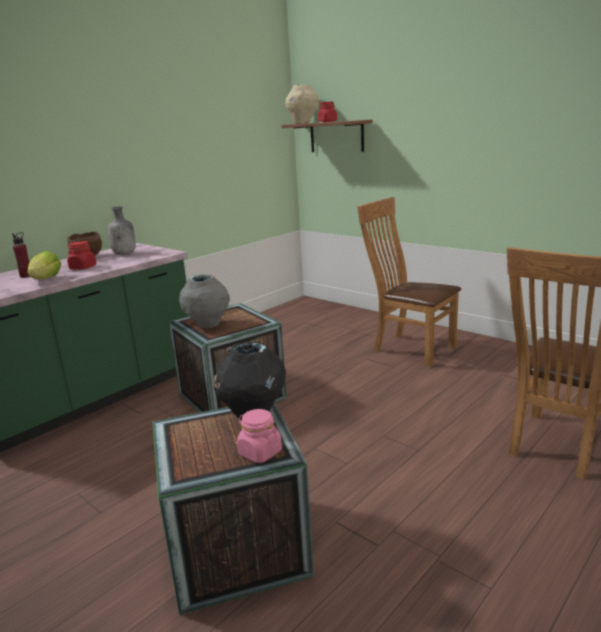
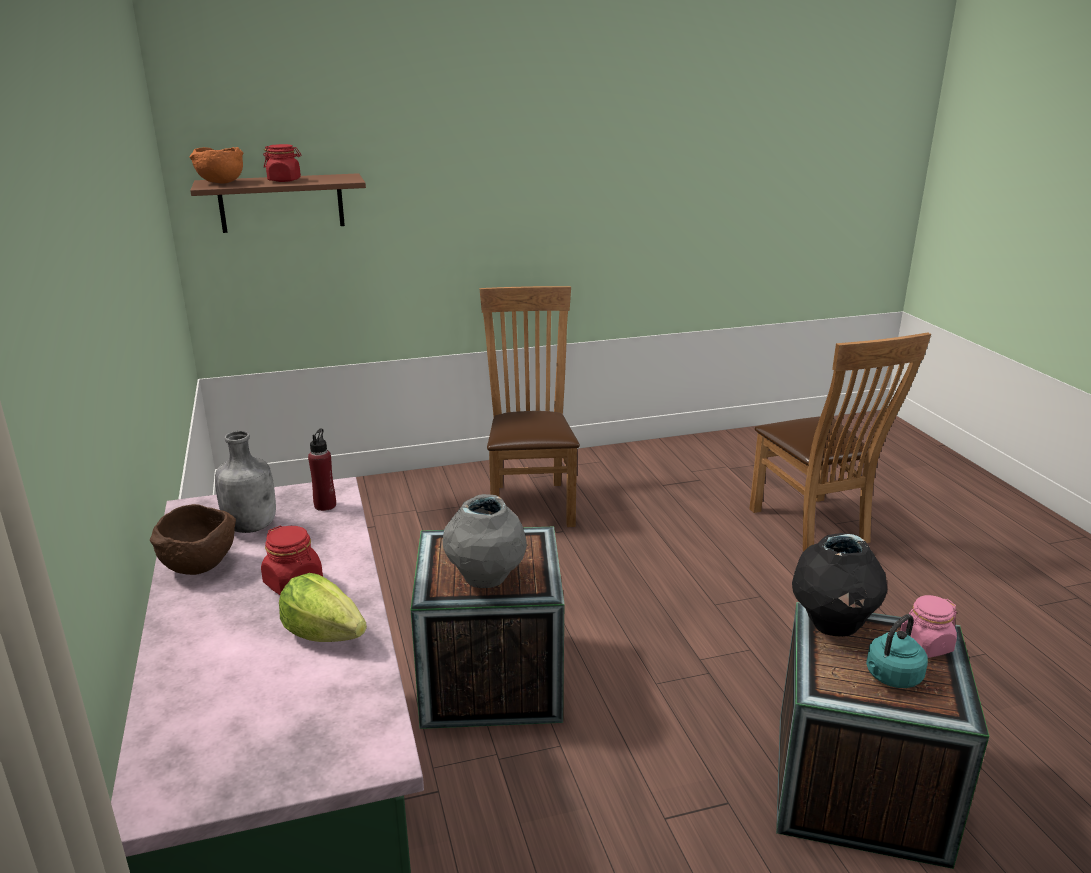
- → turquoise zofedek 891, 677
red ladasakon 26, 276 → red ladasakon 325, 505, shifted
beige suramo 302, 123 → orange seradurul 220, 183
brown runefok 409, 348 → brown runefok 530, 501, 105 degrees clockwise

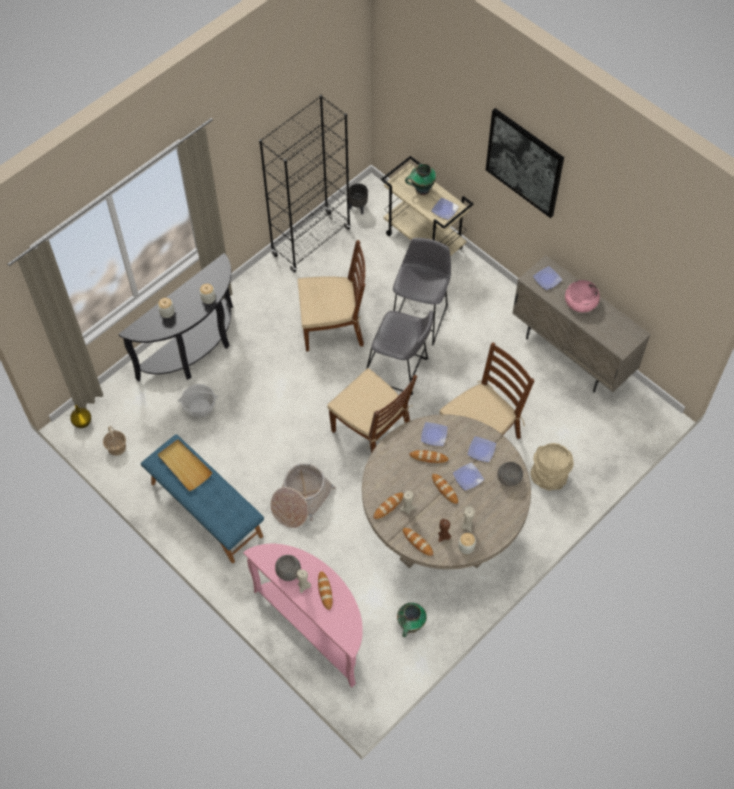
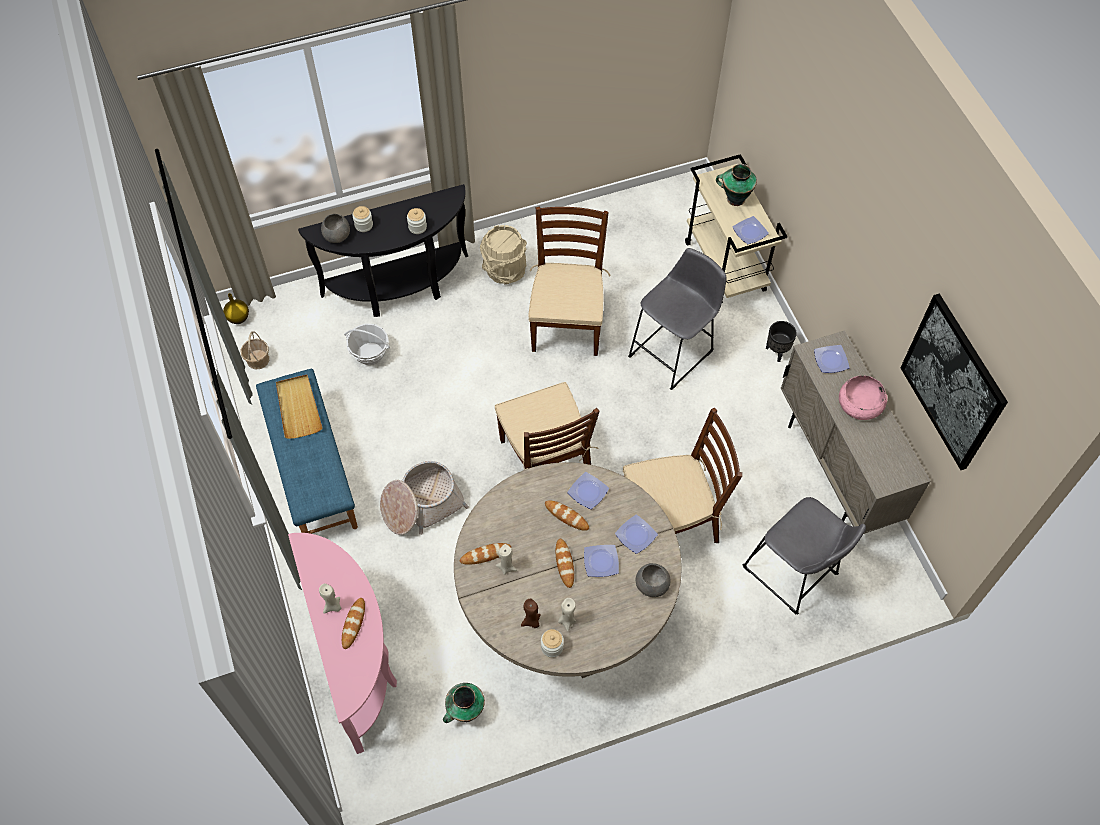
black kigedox 311, 242 → -
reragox 417, 542 → -
grey seradurul 288, 572 → grey seradurul 336, 236, shifted
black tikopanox 358, 208 → black tikopanox 777, 352, shifted
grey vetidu 399, 371 → grey vetidu 793, 574, shifted
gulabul 524, 162 → gulabul 953, 382, shifted
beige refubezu 549, 476 → beige refubezu 505, 270, shifted
brown runefok 333, 327 → brown runefok 567, 323, 105 degrees counterclockwise

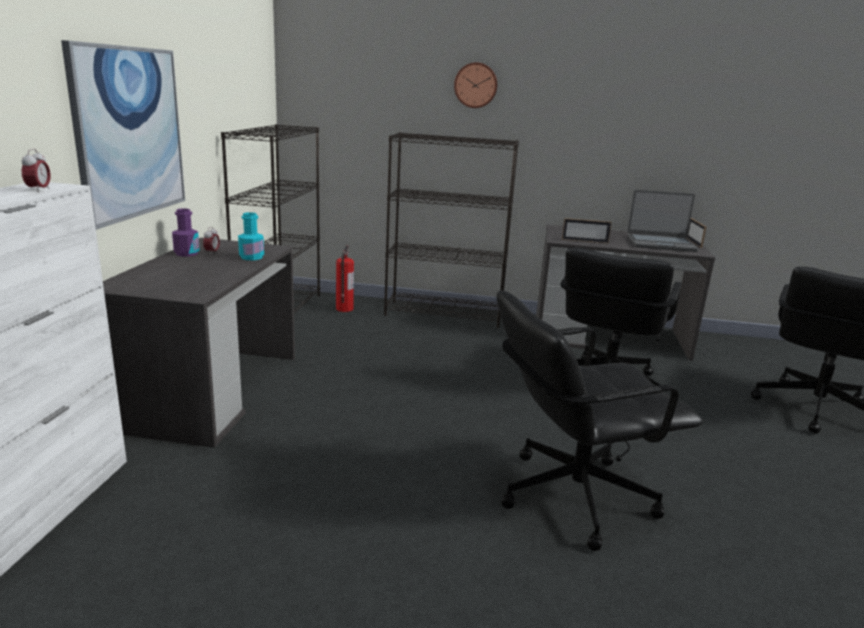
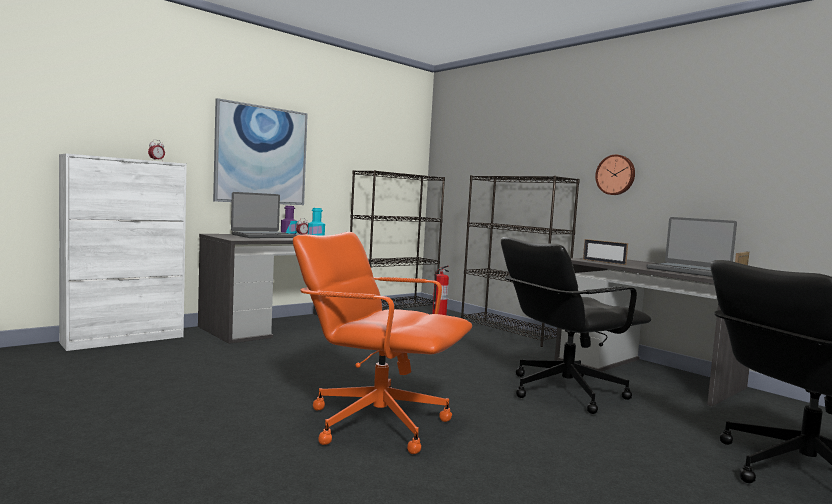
- → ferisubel 263, 236
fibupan 476, 85 → fibupan 616, 175, shifted
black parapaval 573, 495 → orange parapaval 377, 423

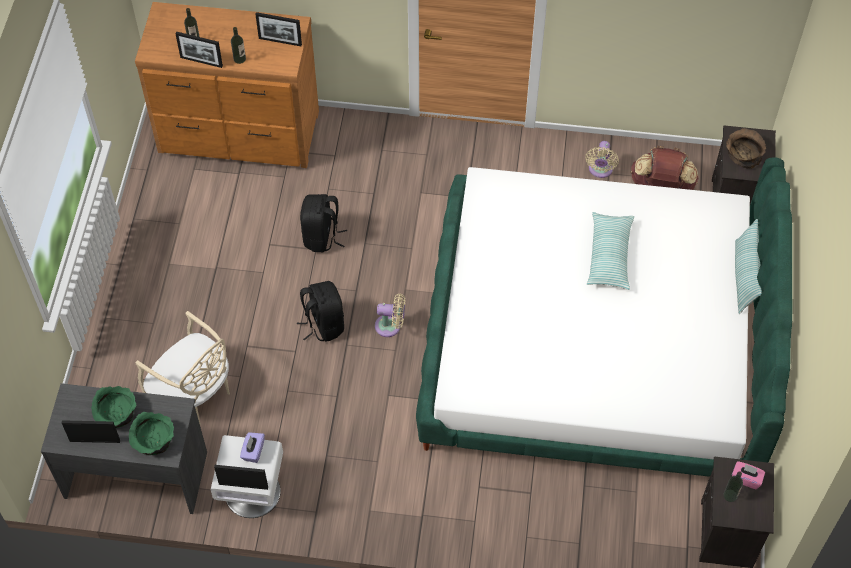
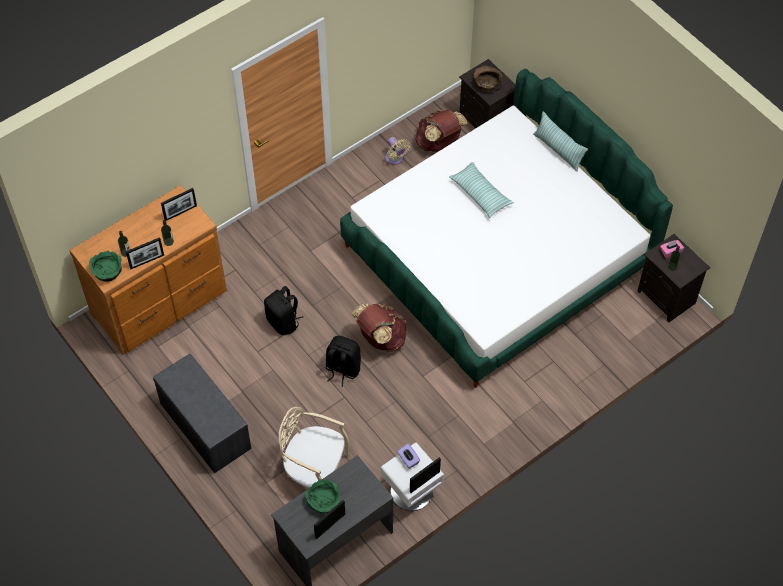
- → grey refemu 204, 426
green seradurul 153, 440 → green seradurul 107, 271, shifted
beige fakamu 390, 326 → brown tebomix 381, 338
beige runefok 193, 394 → beige runefok 315, 470, 150 degrees counterclockwise

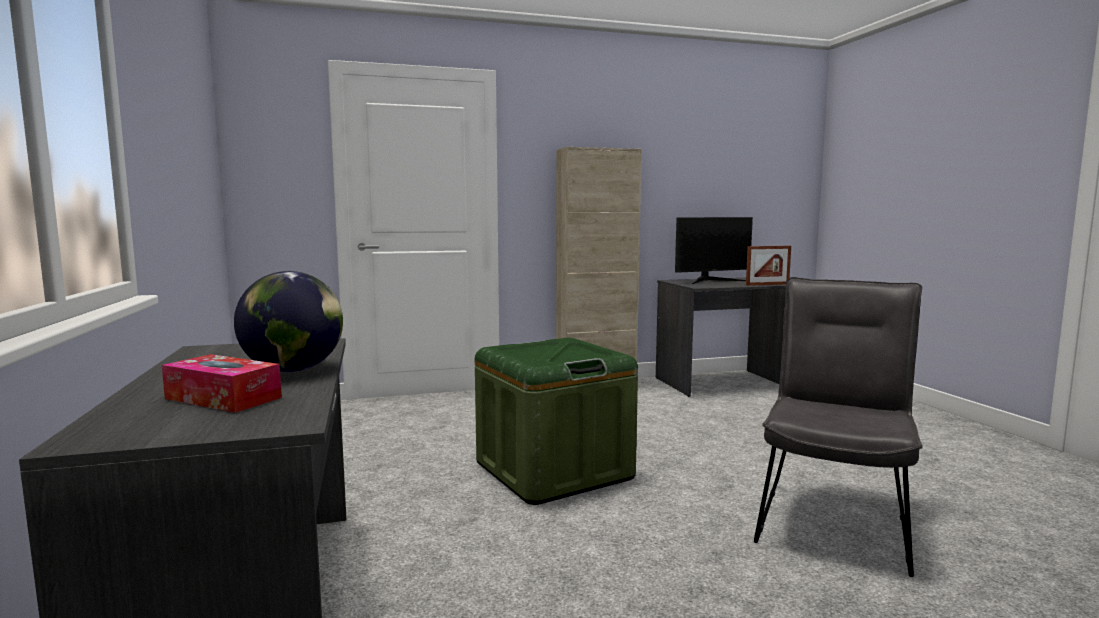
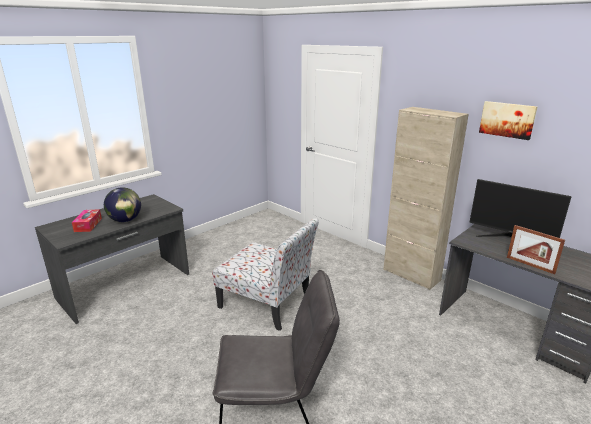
- → gulabul 507, 119
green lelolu 554, 470 → runefok 267, 303

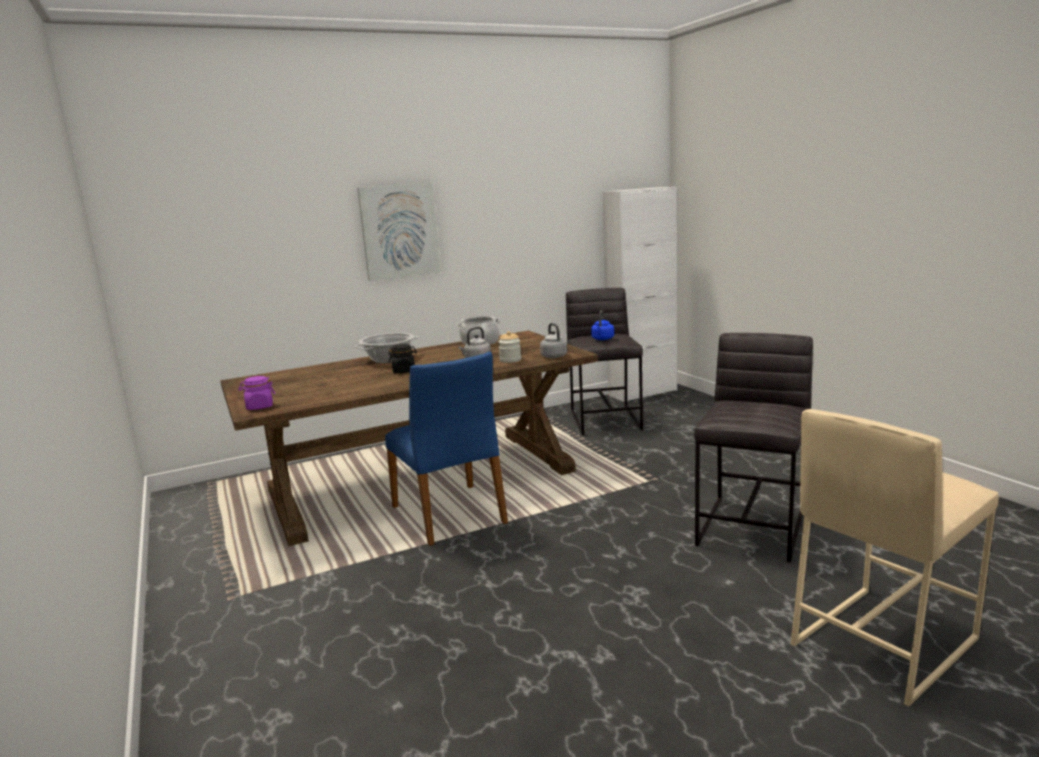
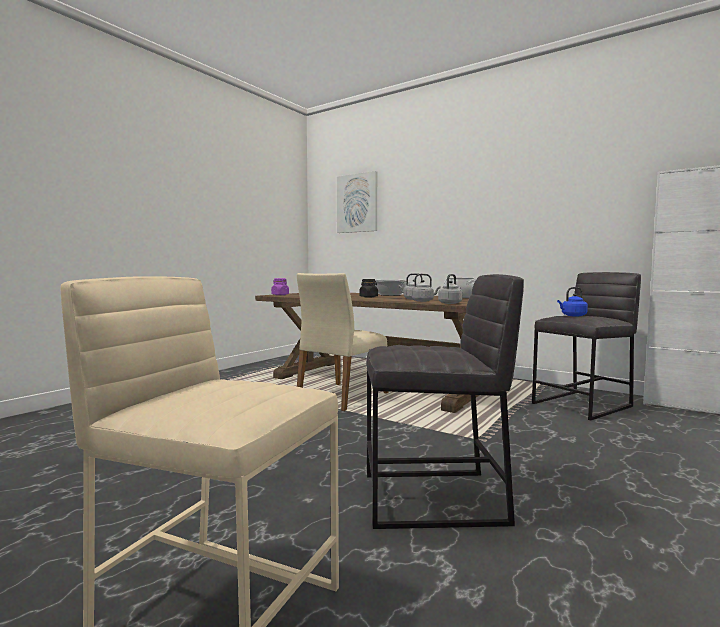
gulabul 399, 231 → gulabul 357, 203, shifted
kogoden 510, 360 → grey zofedek 423, 301
blue runefok 450, 514 → beige runefok 341, 396

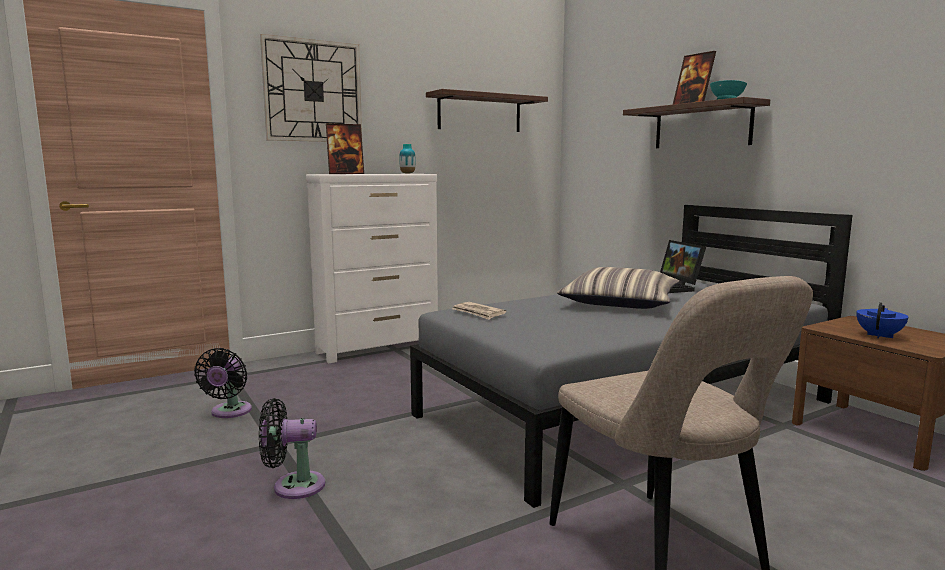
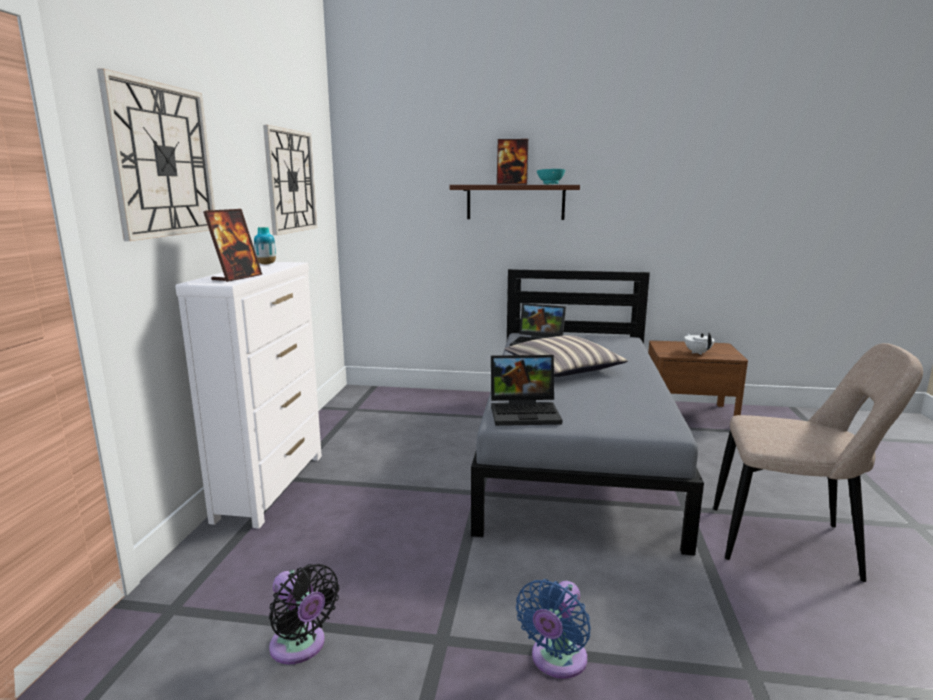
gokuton 479, 113 → fibupan 290, 181
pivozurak 478, 313 → ferisubel 526, 412
black fakamu 293, 486 → blue fakamu 556, 661
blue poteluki 879, 336 → white poteluki 697, 352

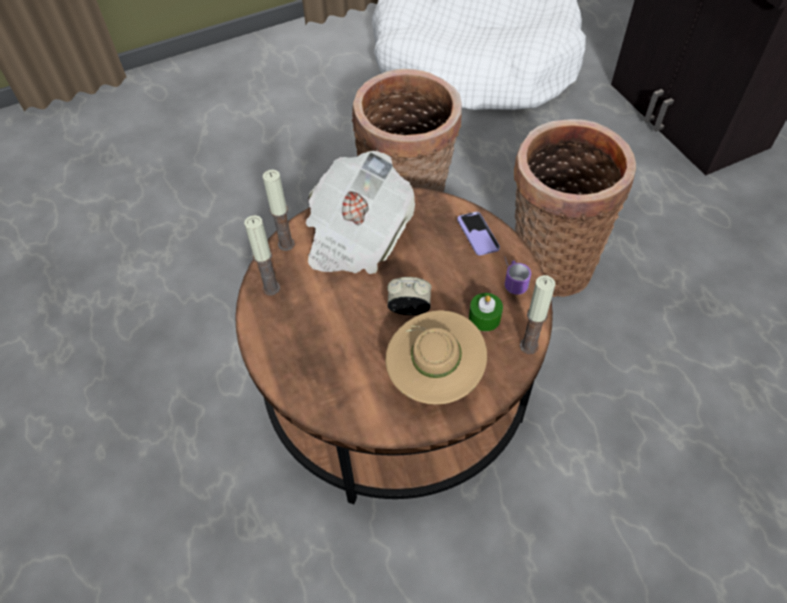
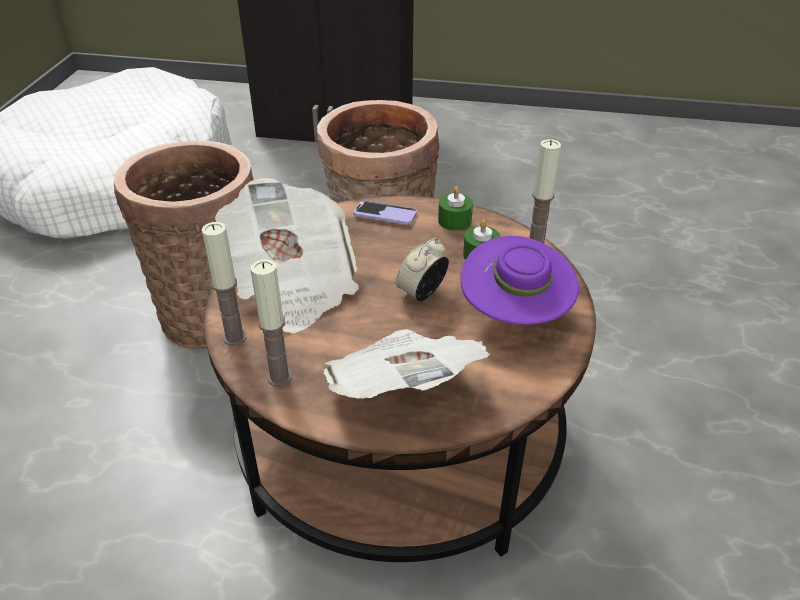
- → pivozurak 402, 390
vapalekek 511, 278 → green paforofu 454, 221
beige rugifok 434, 375 → purple rugifok 514, 315

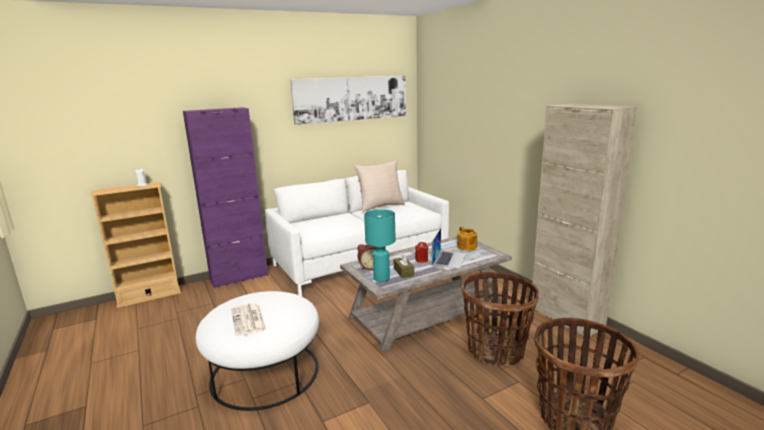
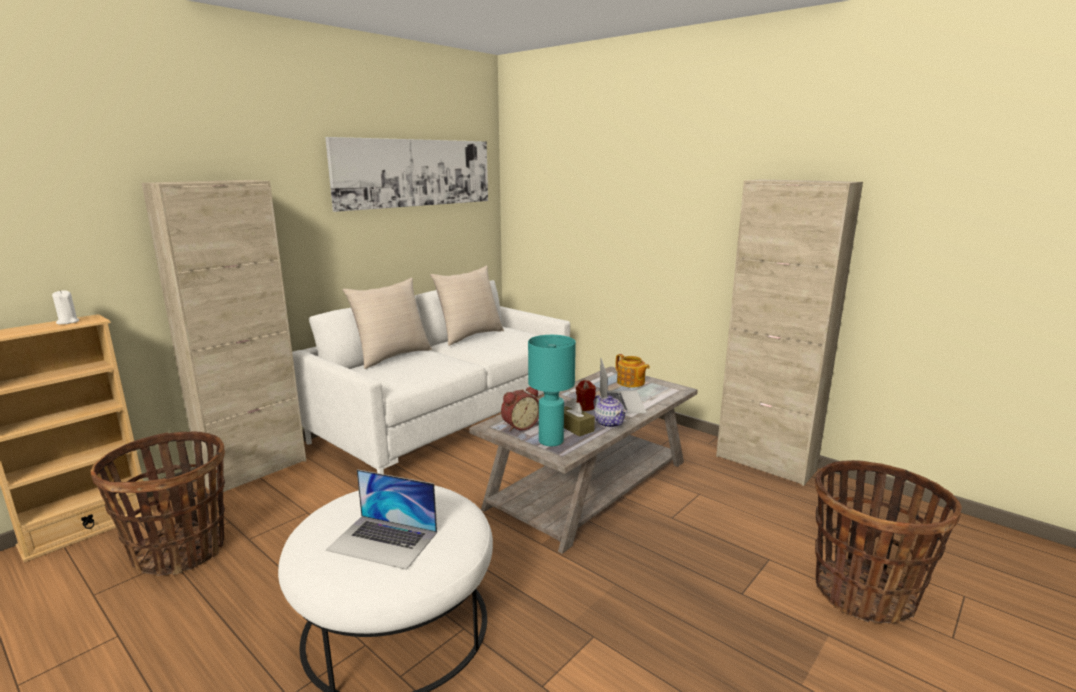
- → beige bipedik 392, 356
- → poteluki 609, 423
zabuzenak 496, 350 → zabuzenak 180, 551, shifted
pivozurak 248, 320 → ferisubel 383, 541
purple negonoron 239, 277 → beige negonoron 254, 471

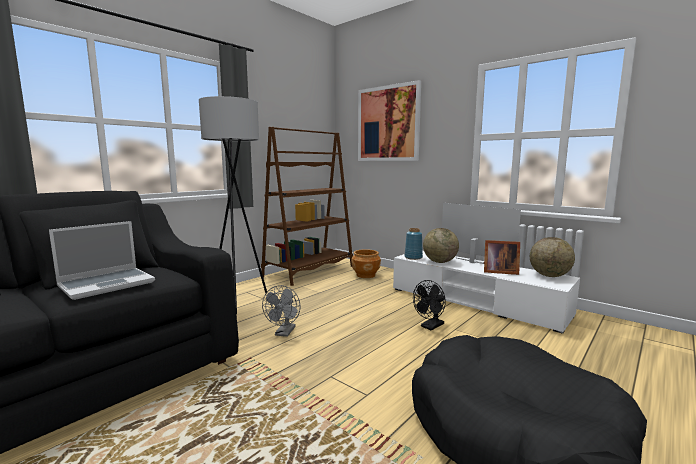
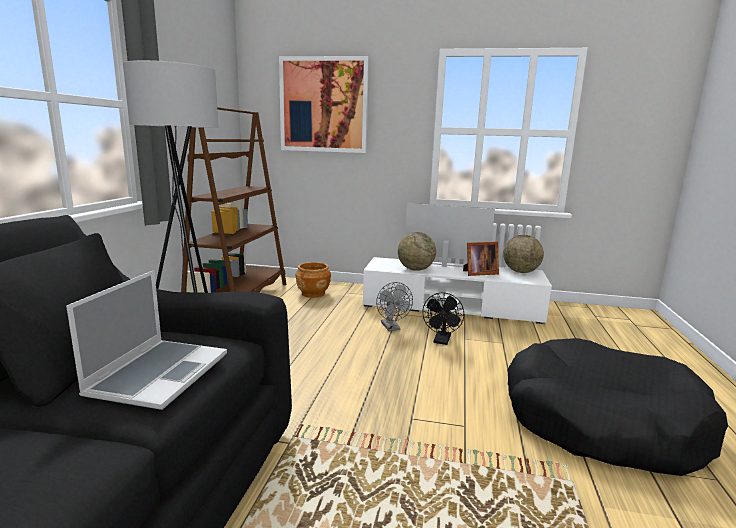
blue suramo 413, 257 → -
grey fakamu 284, 333 → grey fakamu 392, 328, shifted

